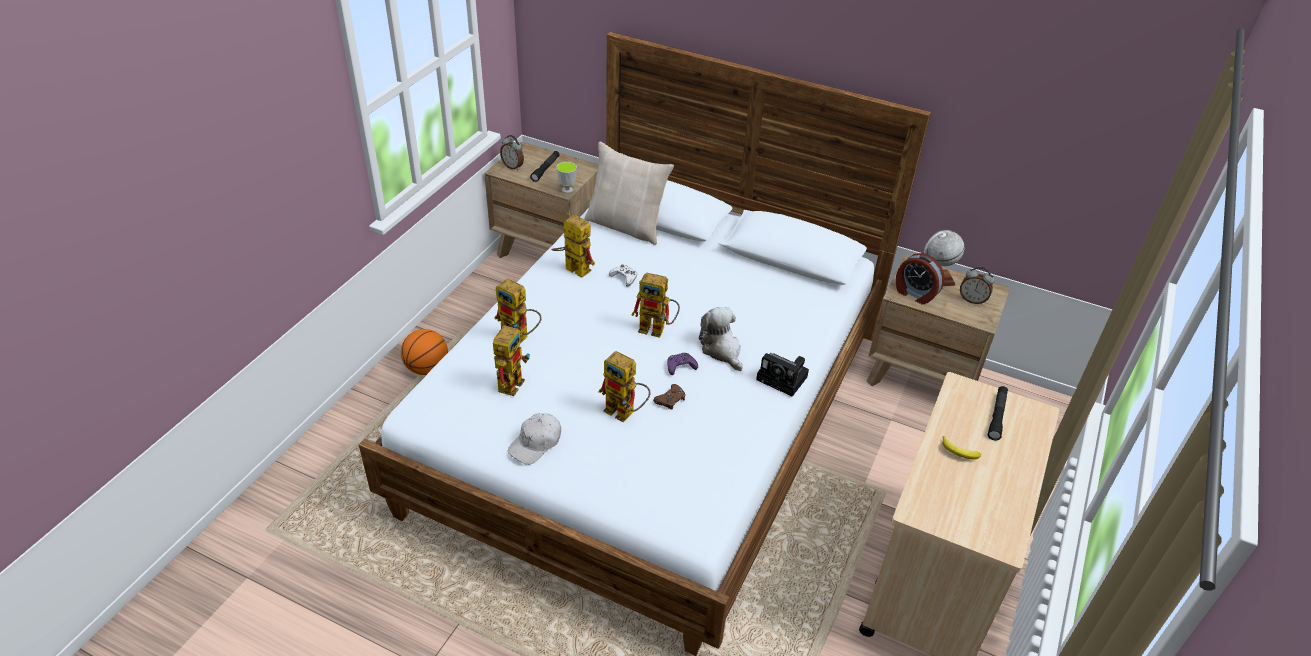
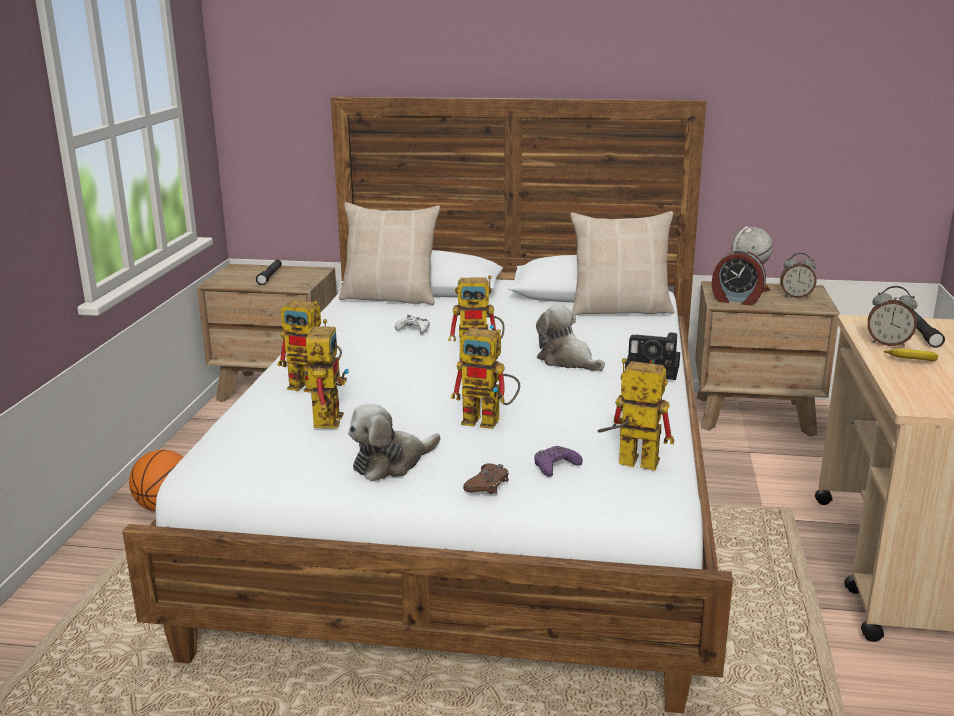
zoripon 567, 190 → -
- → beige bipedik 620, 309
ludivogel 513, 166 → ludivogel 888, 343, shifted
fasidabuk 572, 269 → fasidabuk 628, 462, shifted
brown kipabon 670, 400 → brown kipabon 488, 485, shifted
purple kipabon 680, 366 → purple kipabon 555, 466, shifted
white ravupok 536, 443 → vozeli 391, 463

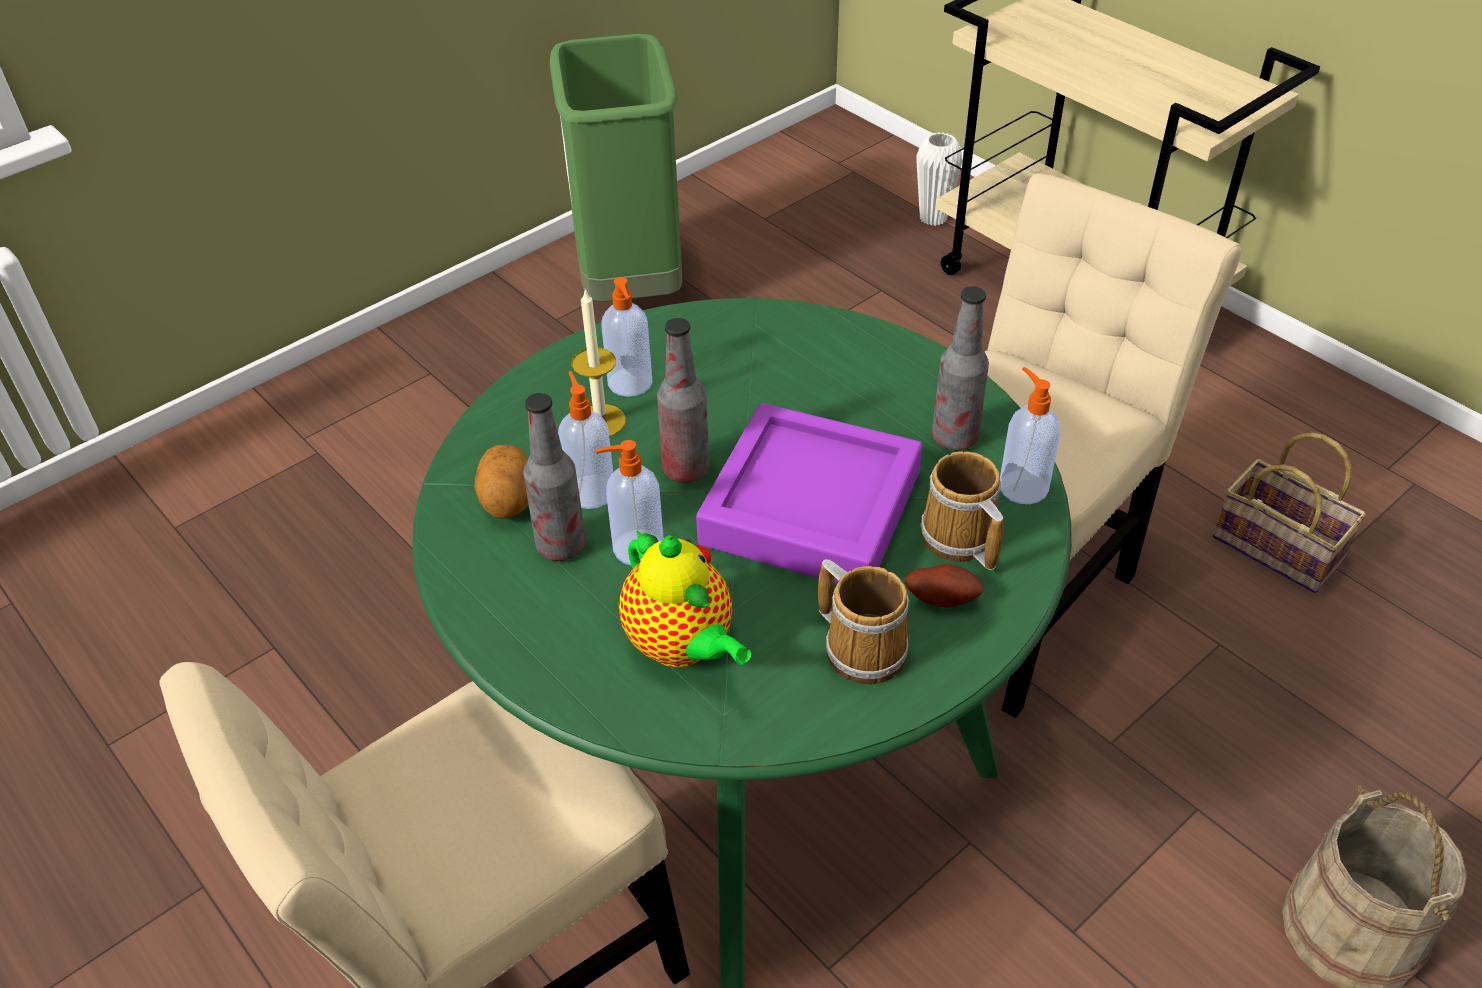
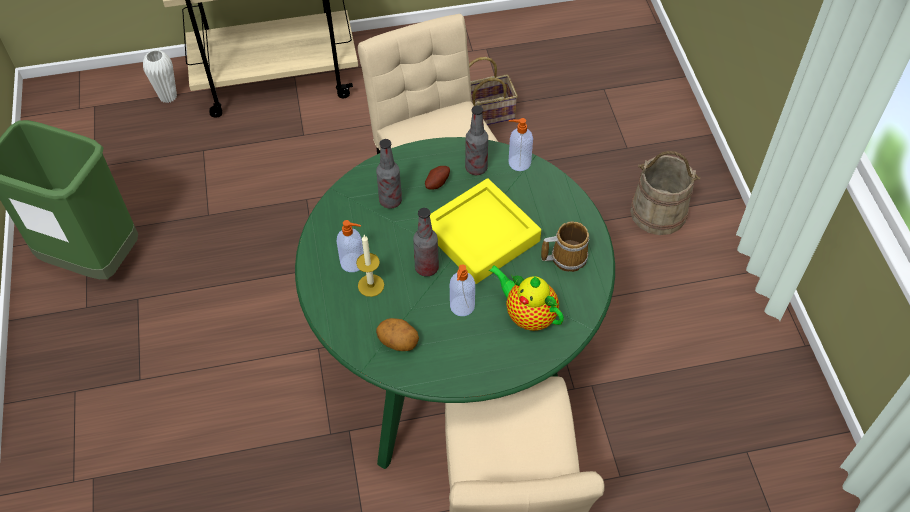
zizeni 590, 491 → -
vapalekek 959, 540 → -
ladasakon 561, 546 → ladasakon 390, 201, shifted
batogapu 942, 597 → batogapu 436, 183, shifted
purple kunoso 811, 508 → yellow kunoso 481, 236
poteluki 683, 647 → poteluki 528, 315, 135 degrees counterclockwise

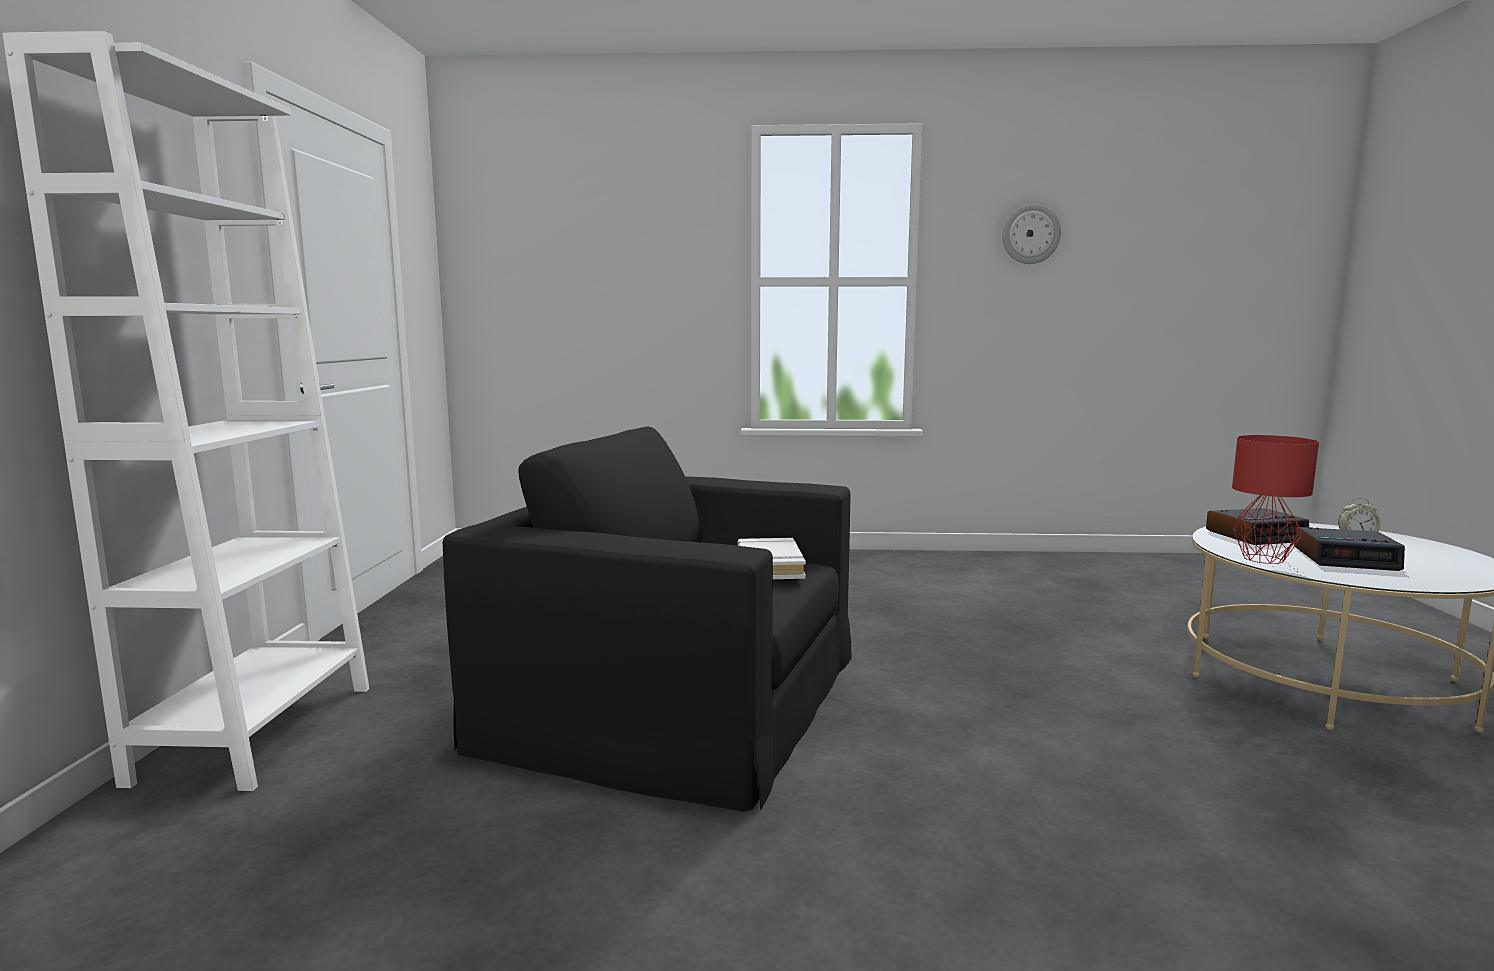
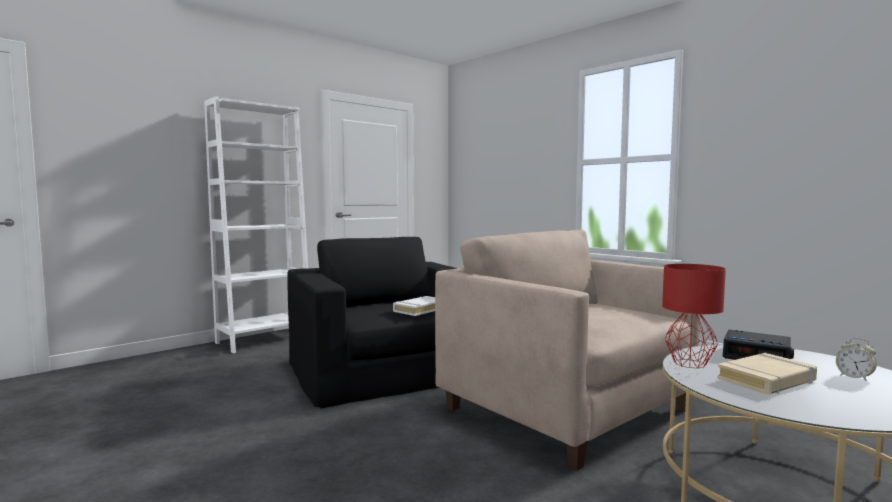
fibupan 1030, 234 → -
- → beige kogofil 566, 410
ludivogel 1346, 559 → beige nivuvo 767, 380

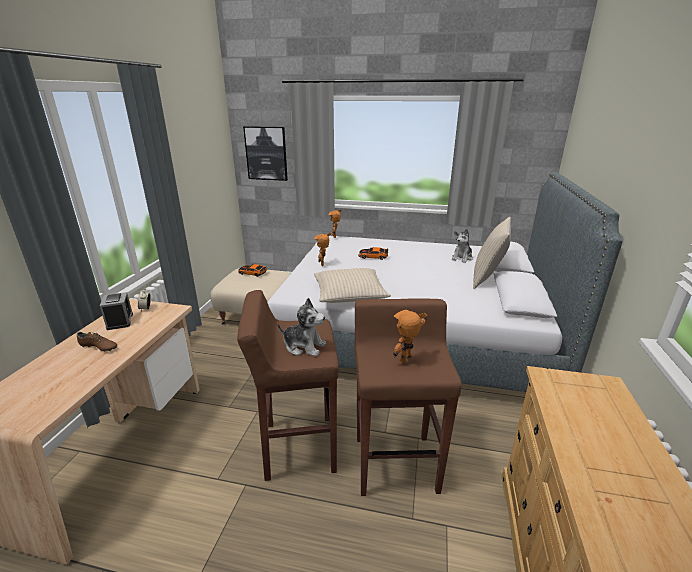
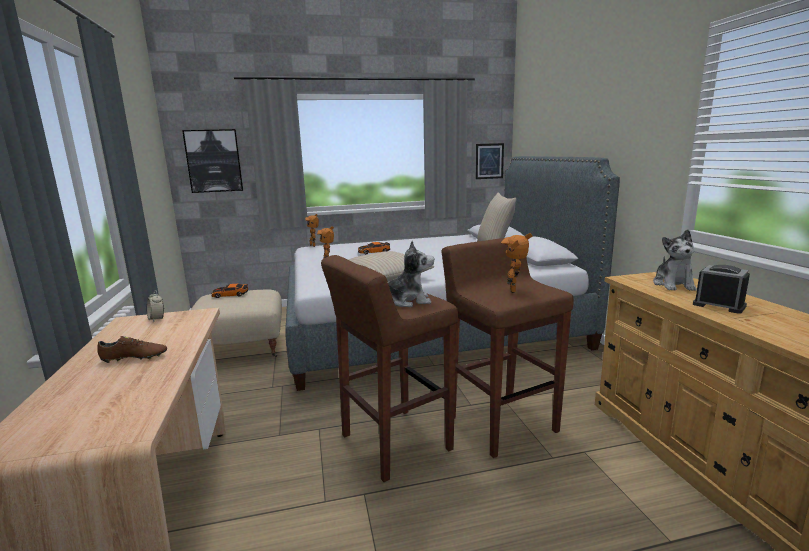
- → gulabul 489, 161
ludivogel 120, 321 → ludivogel 719, 305, shifted
vozeli 462, 258 → vozeli 673, 285, shifted

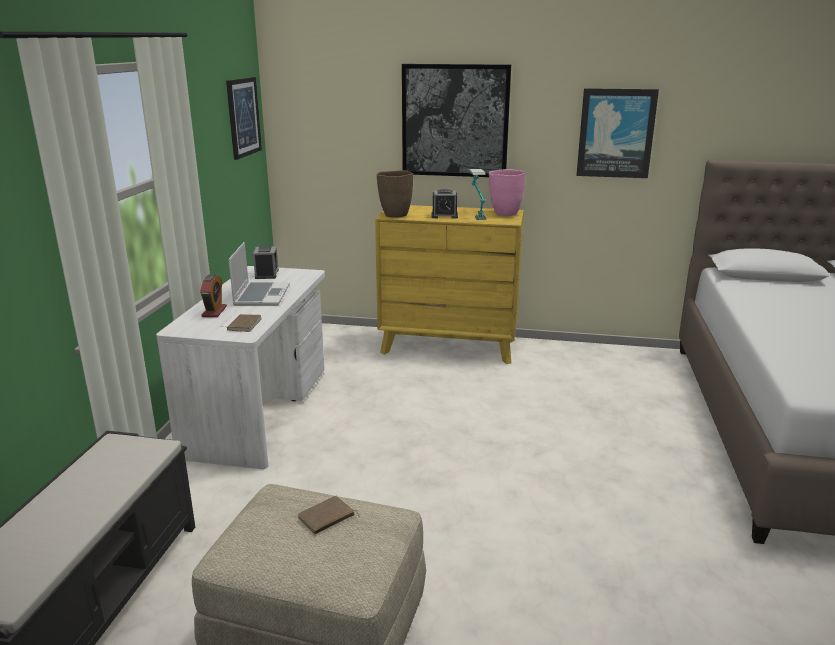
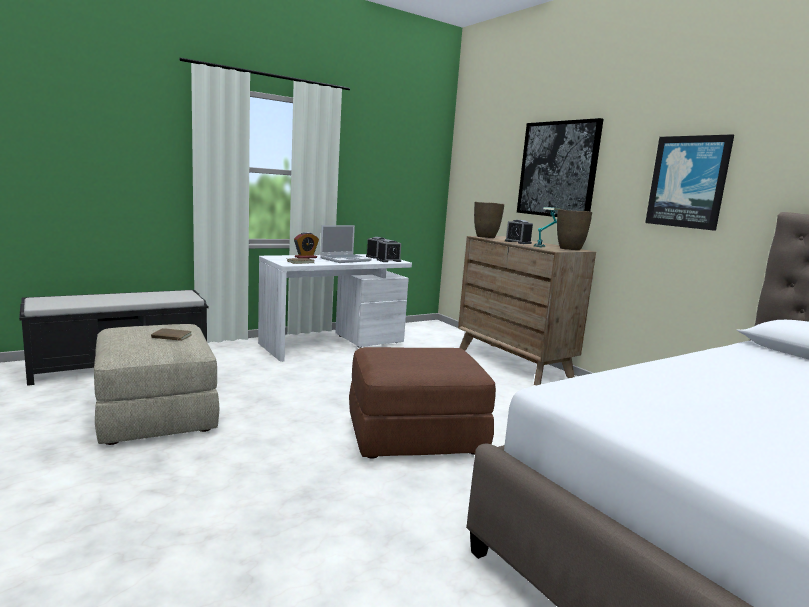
gulabul 243, 117 → -
- → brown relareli 416, 435
- → ludivogel 388, 261
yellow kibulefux 448, 346 → brown kibulefux 513, 363
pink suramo 505, 214 → brown suramo 569, 249

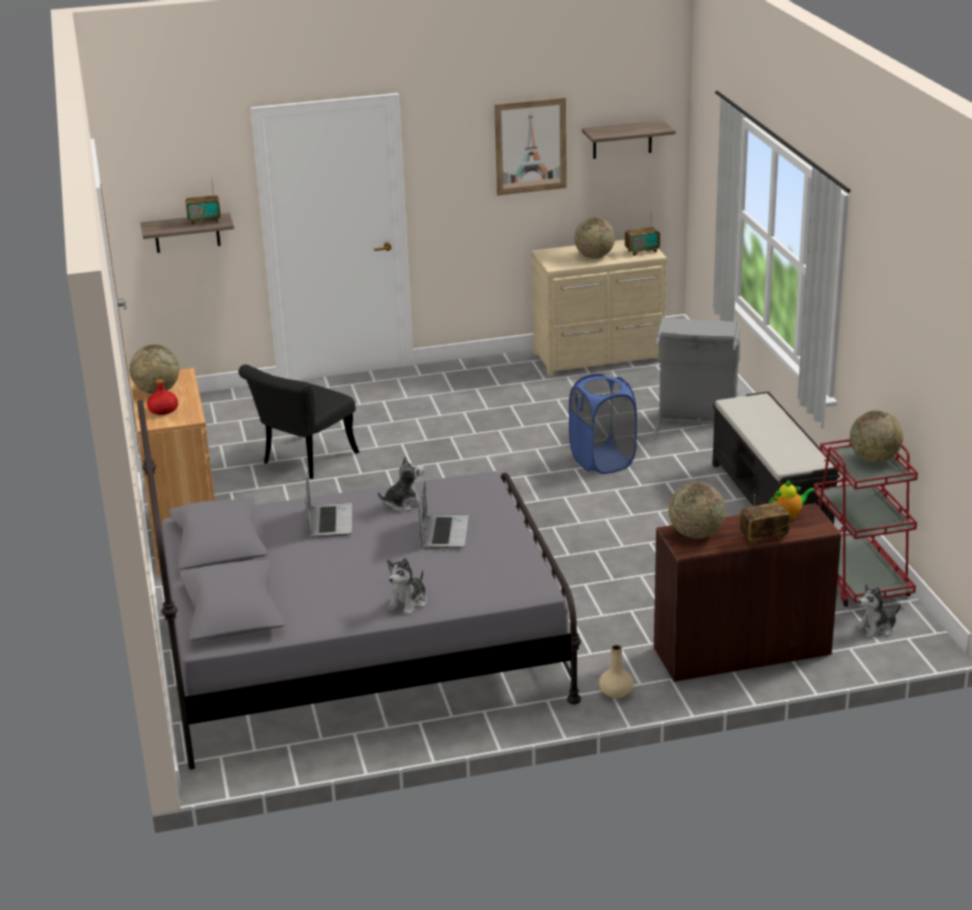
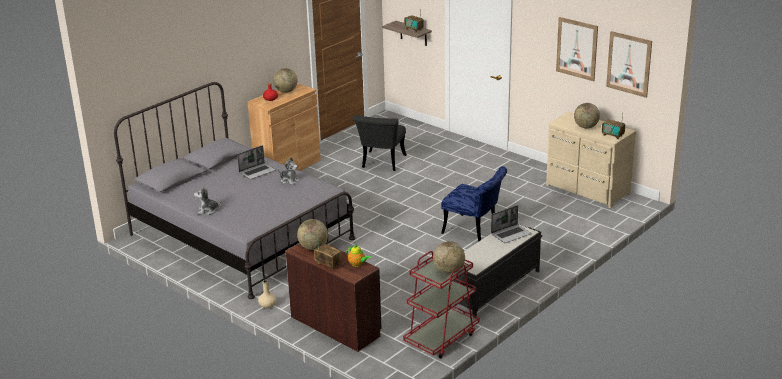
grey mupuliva 695, 424 → -
vozeli 877, 628 → -
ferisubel 443, 533 → ferisubel 511, 234, shifted
blue mupuliva 602, 461 → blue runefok 474, 230
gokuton 622, 139 → gulabul 629, 64
black runefok 303, 461 → black runefok 381, 163, 75 degrees counterclockwise

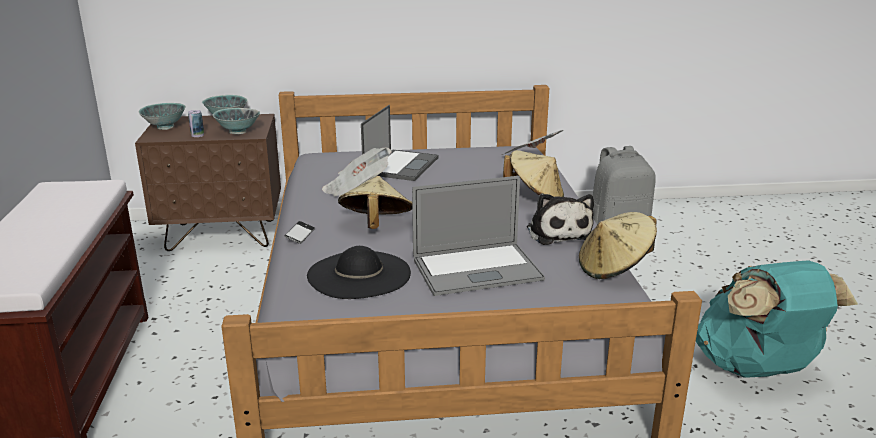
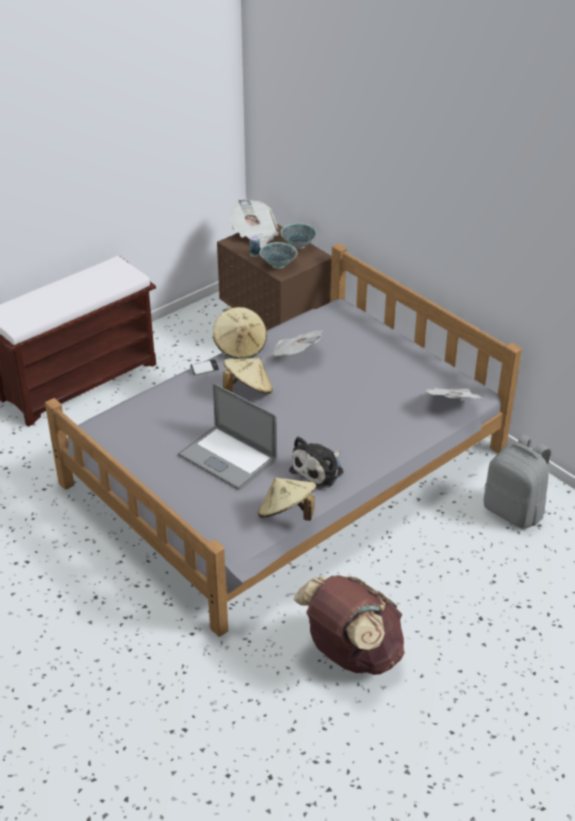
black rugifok 359, 274 → -
ferisubel 401, 165 → -
beige rugifok 535, 196 → beige rugifok 240, 347, shifted
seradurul 165, 127 → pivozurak 254, 234
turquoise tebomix 757, 369 → brown tebomix 351, 654

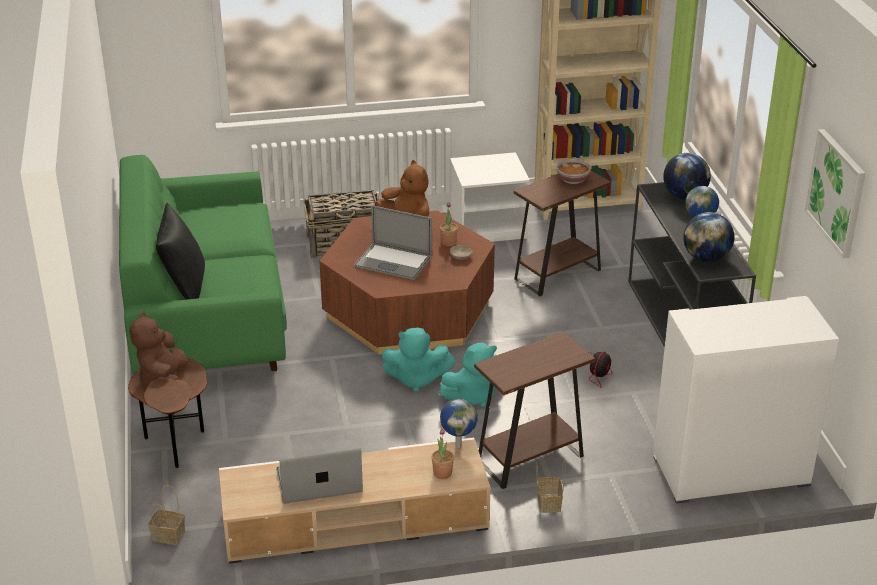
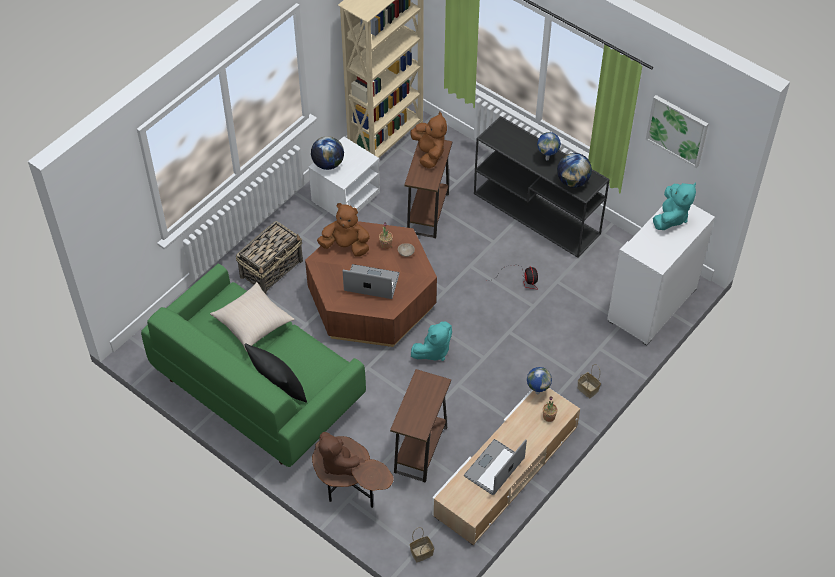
- → beige bipedik 253, 323
turquoise vozeli 473, 395 → turquoise vozeli 671, 217, shifted
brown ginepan 530, 459 → brown ginepan 420, 449, shifted
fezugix 684, 196 → fezugix 328, 164, shifted
seradurul 572, 180 → brown vozeli 429, 153
ferisubel 393, 262 → ferisubel 371, 282, 150 degrees counterclockwise

